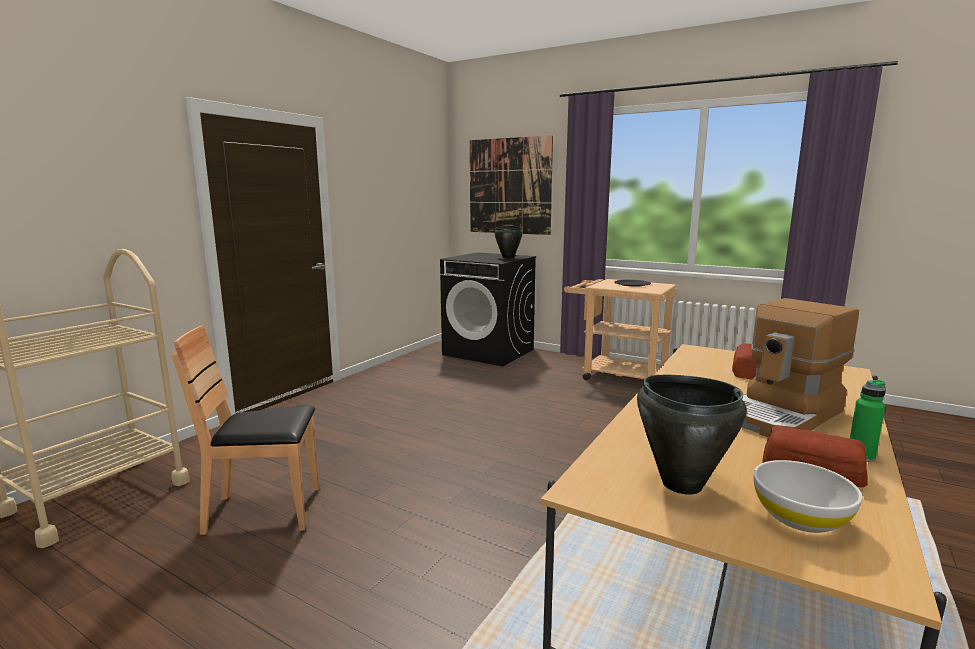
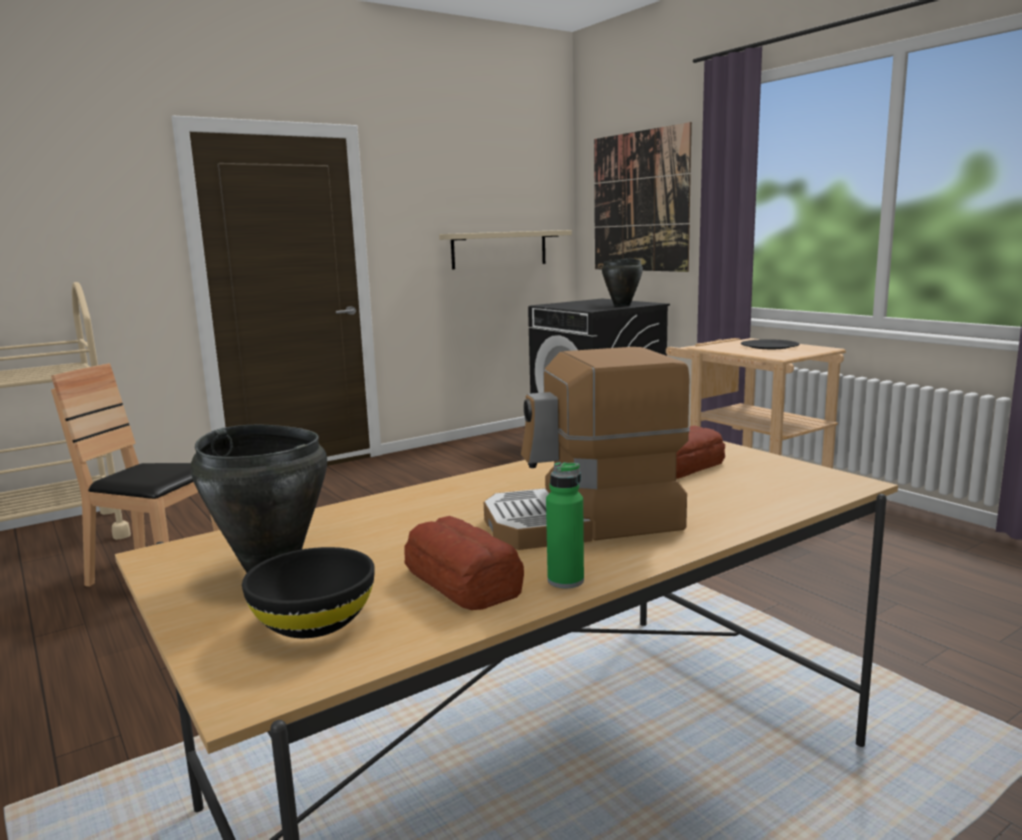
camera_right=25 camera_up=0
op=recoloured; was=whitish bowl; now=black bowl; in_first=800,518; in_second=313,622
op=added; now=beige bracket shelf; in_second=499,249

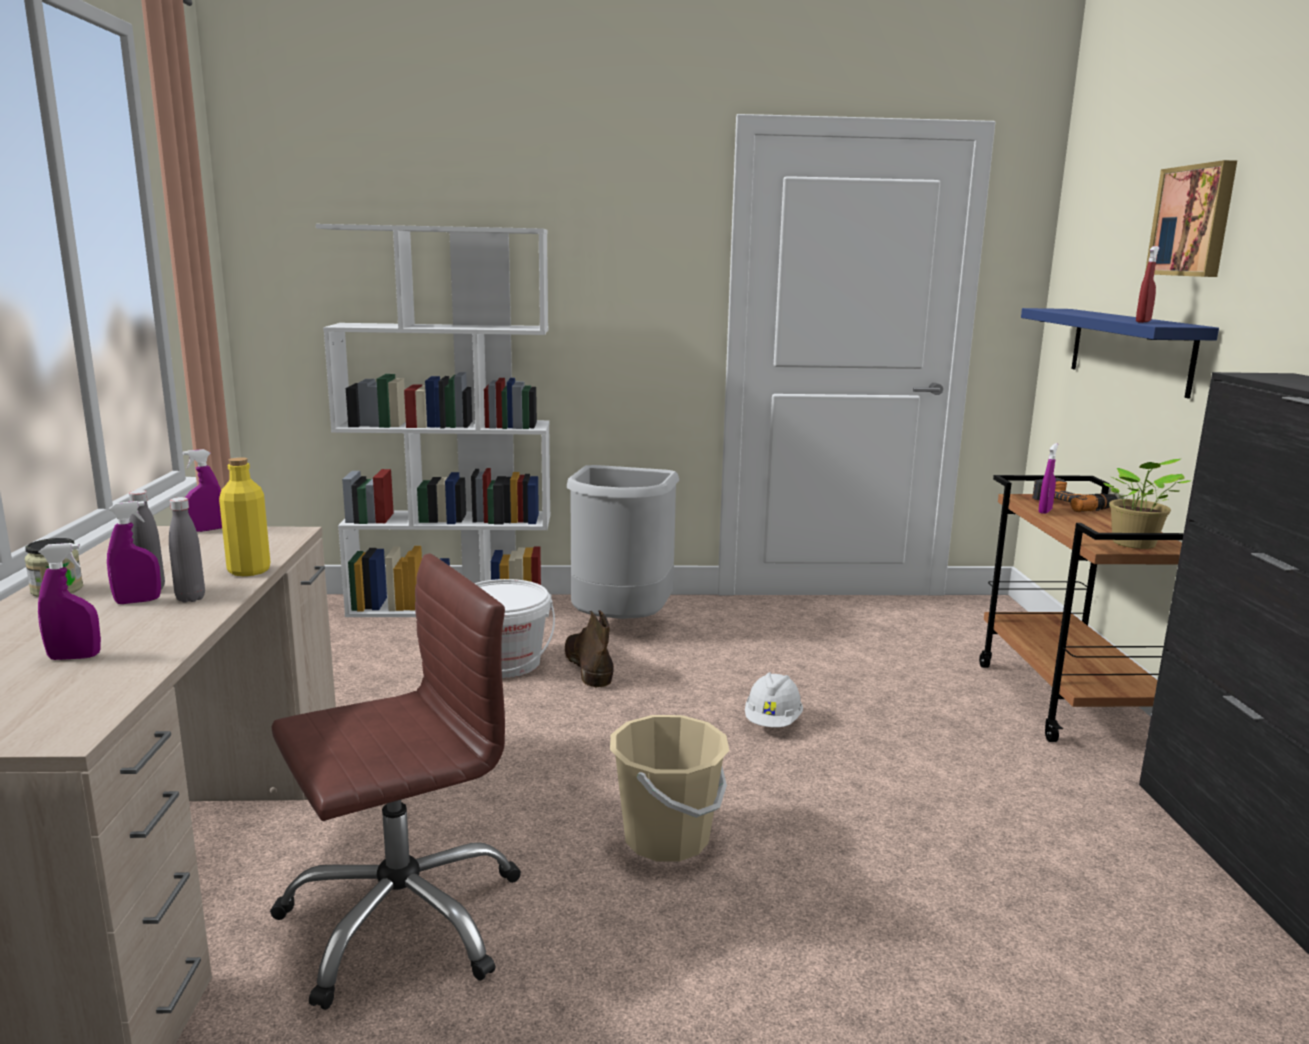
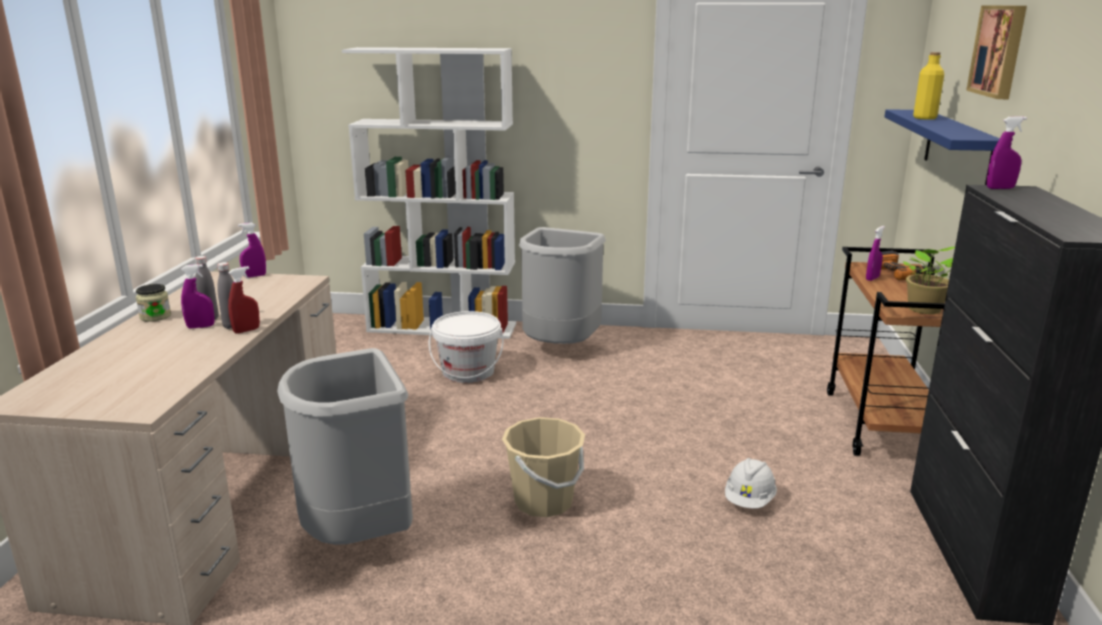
camera_right=10 camera_up=5
op=moved; was=red hand sprayer; in_first=1143,322; in_second=246,330
op=replaced; was=brown-coloured office chair; now=gray trash can; in_first=401,918; in_second=358,537
op=moved; was=whitish safety helmet; in_first=773,722; in_second=749,500
op=moved; was=yellow beverage bottle; in_first=249,570; in_second=924,118
op=moved; was=purple hand sprayer; in_first=74,657; in_second=1000,188
op=removed; was=brown-coloured tall boot; in_first=587,666

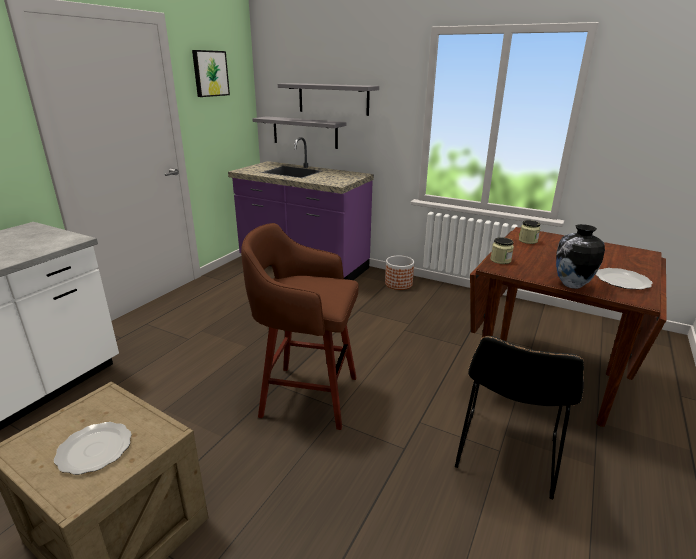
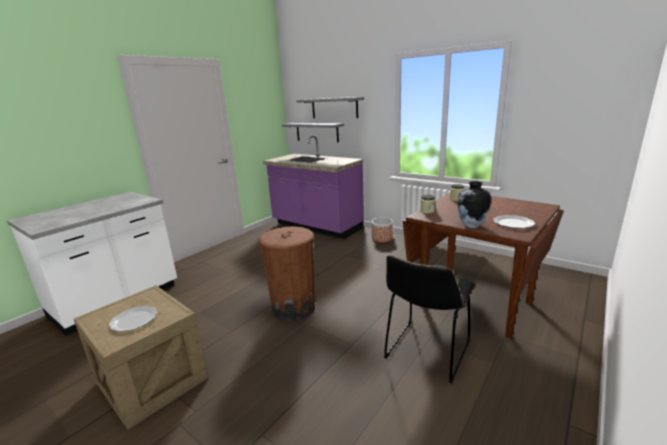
camera_right=10 camera_up=-5
op=replaced; was=brown-coloured stool; now=brown-coloured trash can; in_first=306,395; in_second=293,308
op=removed; was=wall picture; in_first=210,73

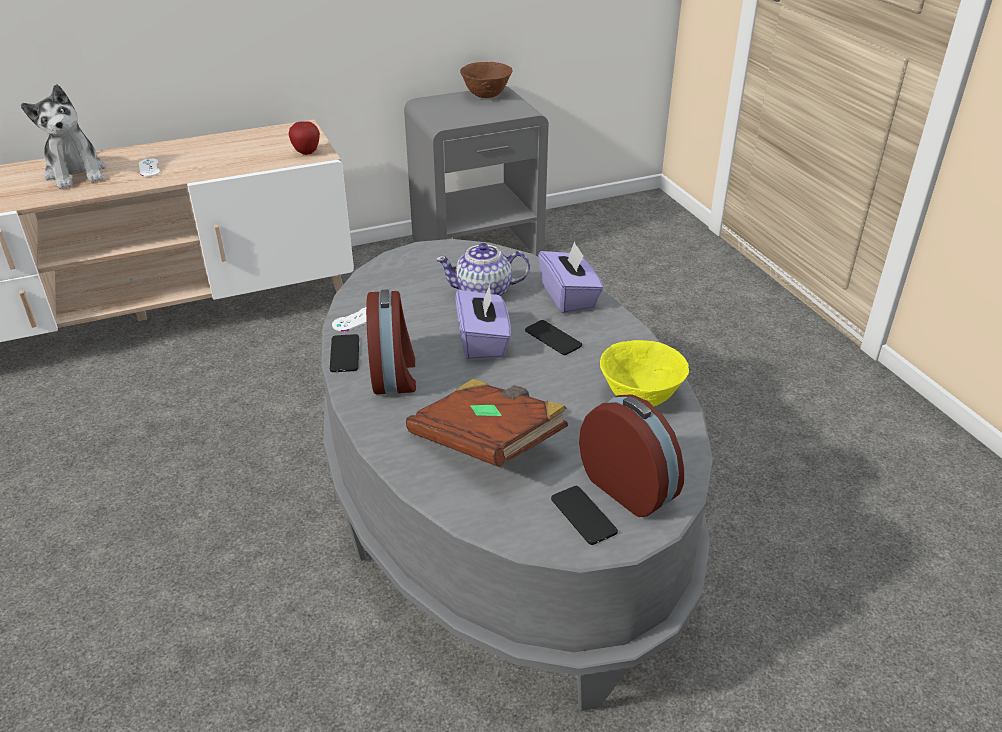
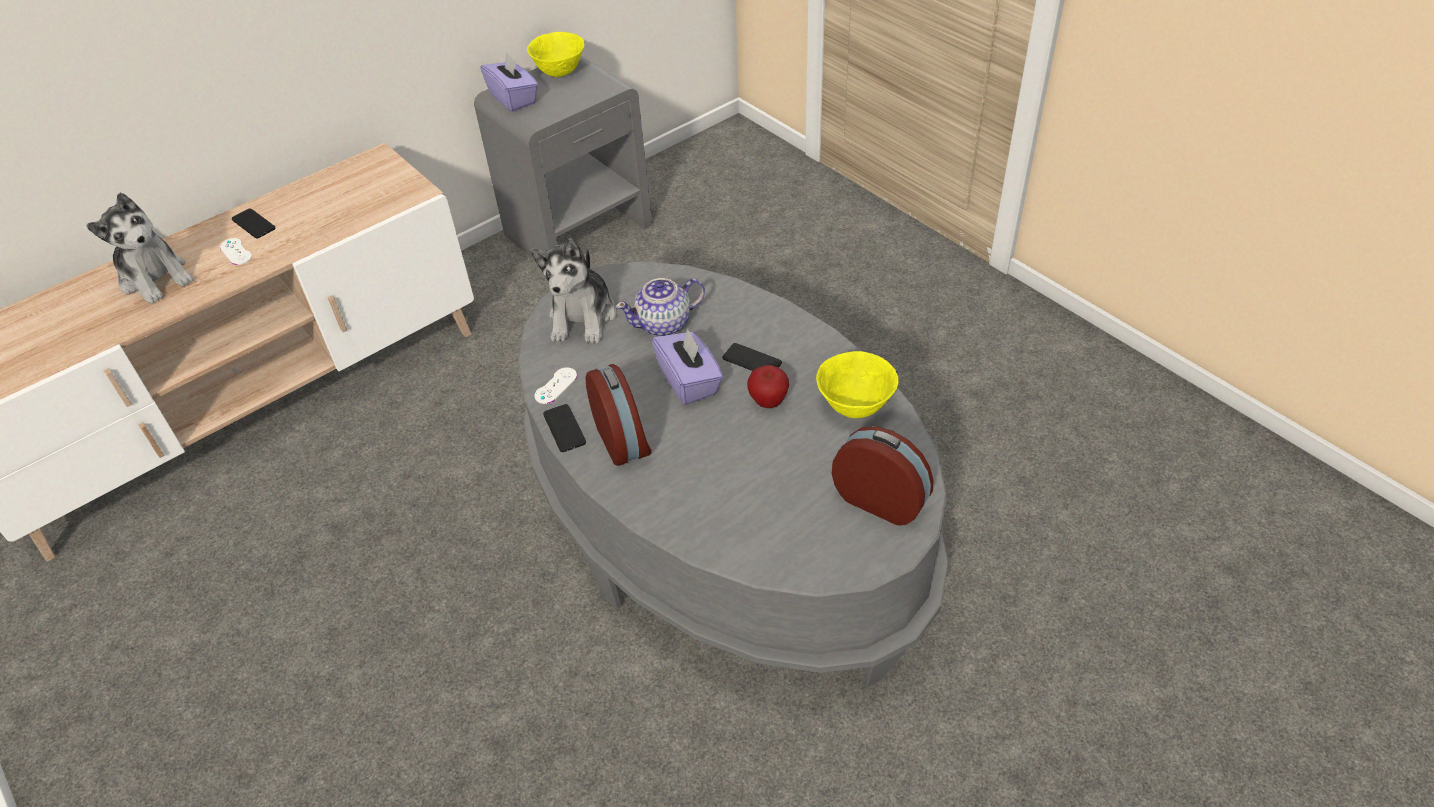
camera_right=-15 camera_up=10
op=moved; was=handset; in_first=583,515; in_second=253,224
op=moved; was=purple box of tissues; in_first=569,297; in_second=514,98
op=recoloured; was=brown-coloured bowl; now=yellow bowl; in_first=486,96; in_second=560,72
op=added; now=plush toy; in_second=583,317
op=moved; was=apple; in_first=306,153; in_second=768,402
op=removed; was=brown-coloured volume; in_first=487,443

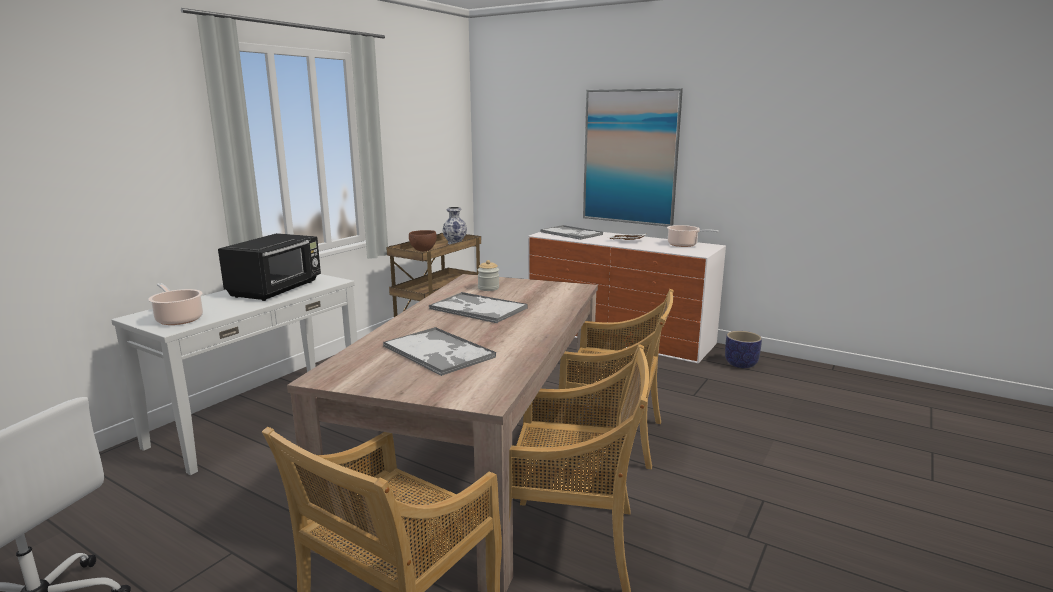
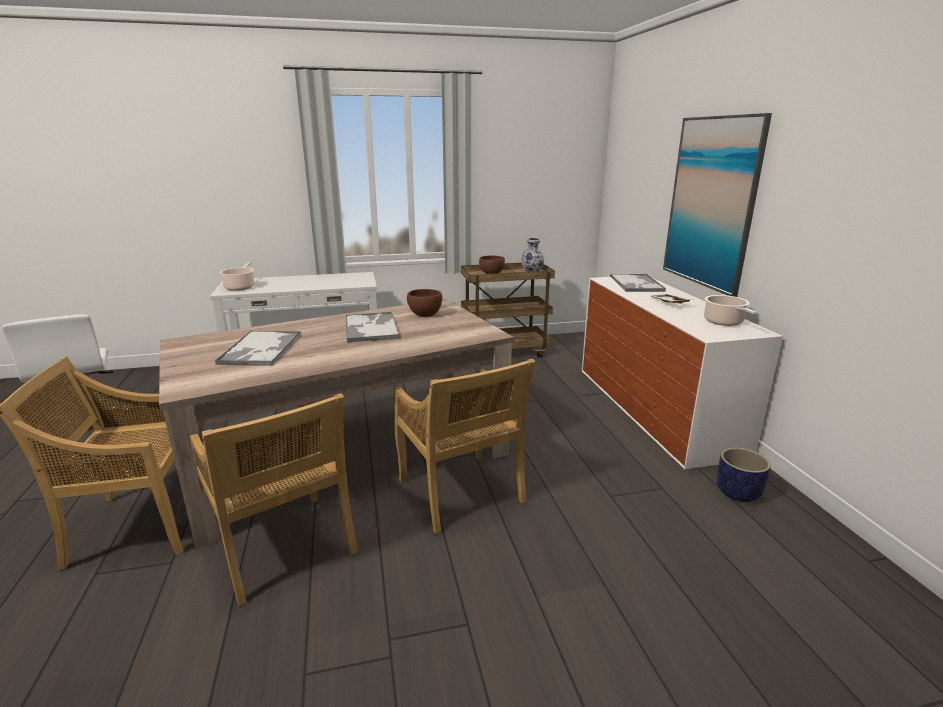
camera_right=45 camera_up=5
op=replaced; was=jar; now=brown-coloured bowl; in_first=488,288; in_second=425,314
op=removed; was=black microwave; in_first=277,289

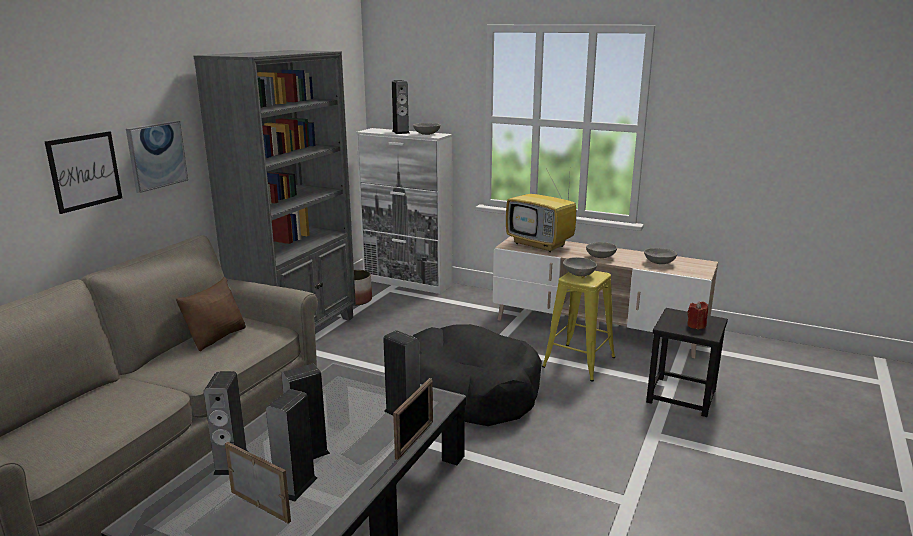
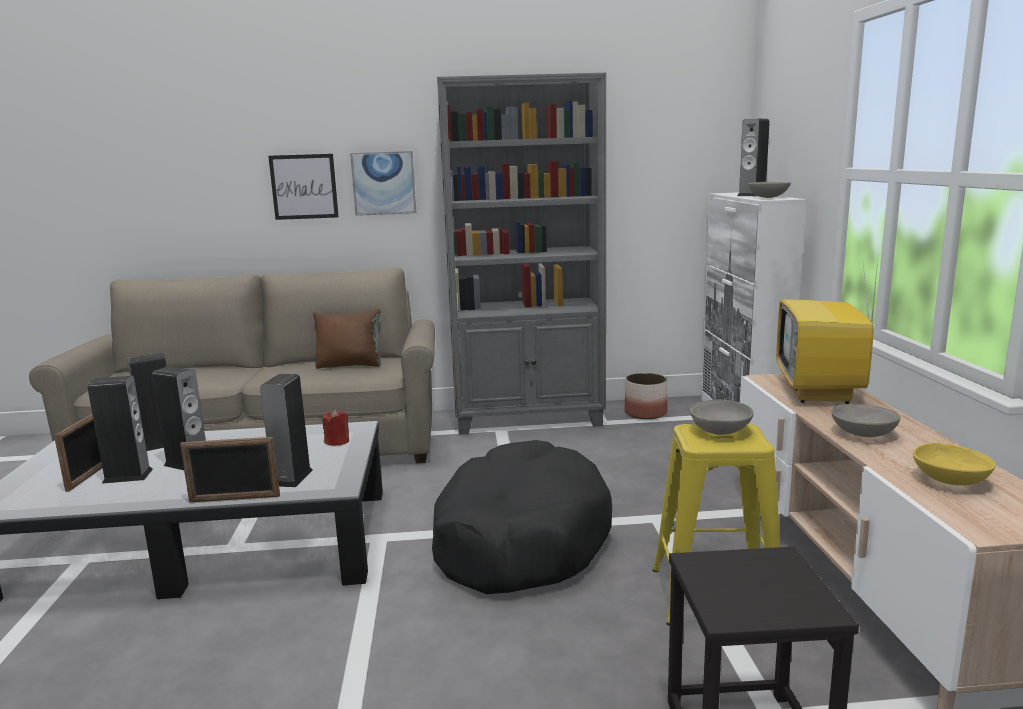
camera_right=60 camera_up=-5
op=moved; was=red wax light; in_first=696,325; in_second=337,442
op=recoloured; was=gray bowl; now=yellow bowl; in_first=659,263; in_second=949,481

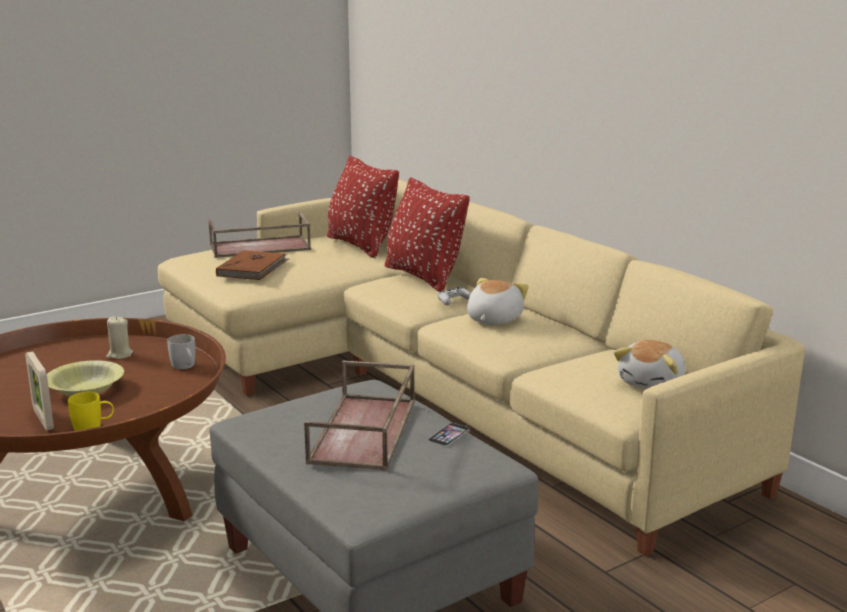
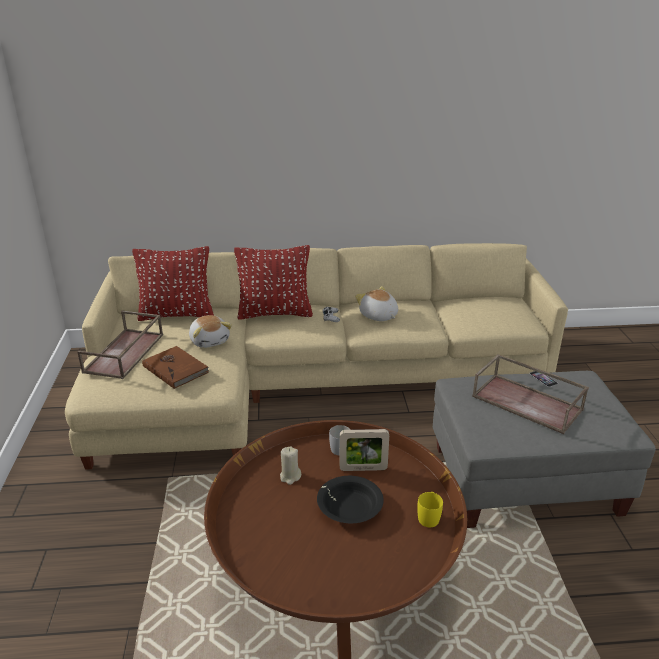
camera_right=-60 camera_up=10
op=moved; was=plush toy; in_first=653,383; in_second=210,340
op=recoloured; was=yellow bowl; now=black bowl; in_first=86,388; in_second=349,507
op=moved; was=photo frame; in_first=43,419; in_second=363,468

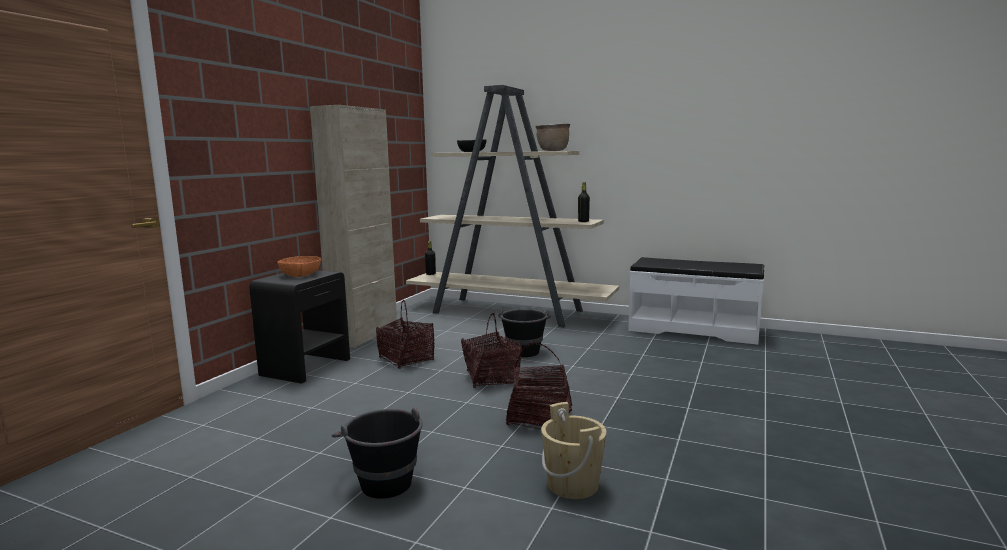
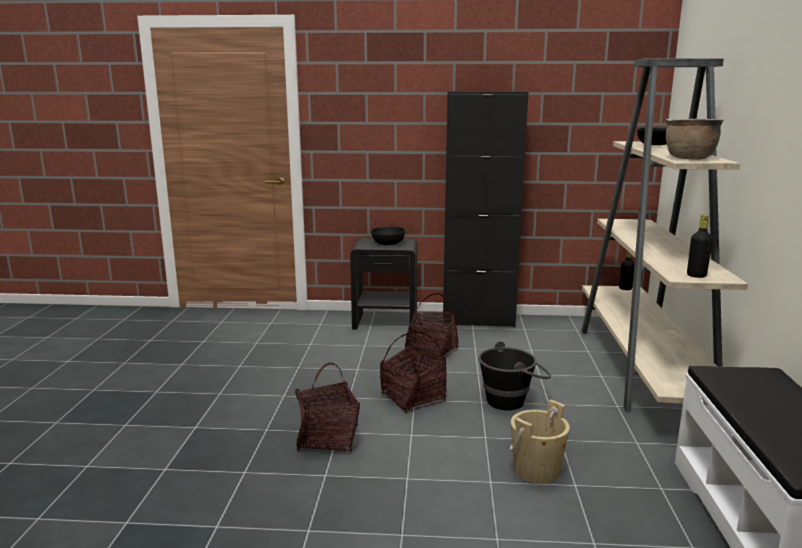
camera_right=70 camera_up=5
op=recoloured; was=orange-coloured bowl; now=black bowl; in_first=300,275; in_second=388,243
op=recoloured; was=beige storage cabinet; now=black storage cabinet; in_first=364,335; in_second=478,320
op=moved; was=beige pail; in_first=573,485; in_second=536,471
op=removed; was=black pail; in_first=382,479

